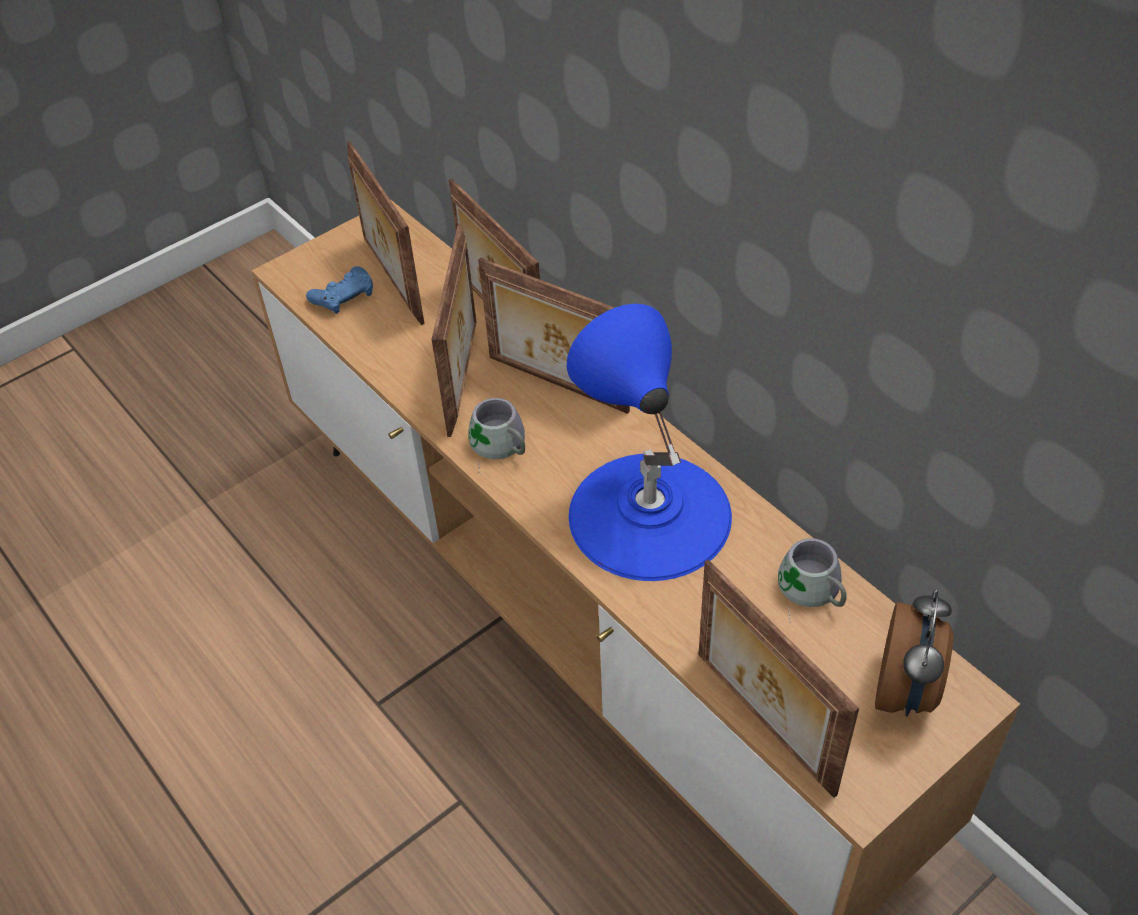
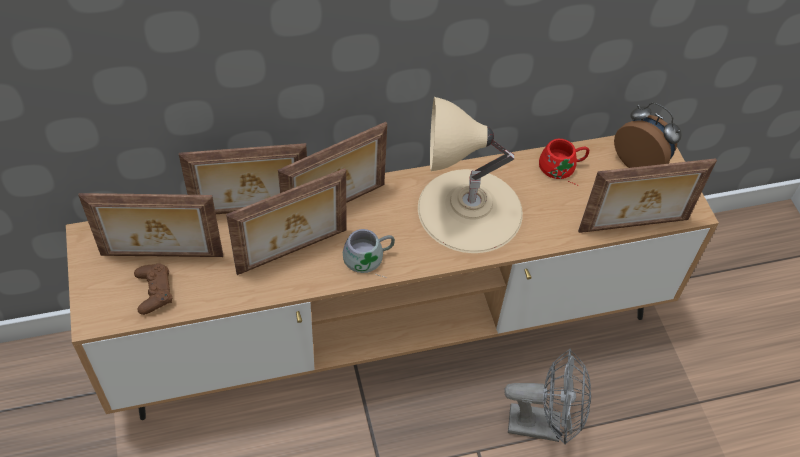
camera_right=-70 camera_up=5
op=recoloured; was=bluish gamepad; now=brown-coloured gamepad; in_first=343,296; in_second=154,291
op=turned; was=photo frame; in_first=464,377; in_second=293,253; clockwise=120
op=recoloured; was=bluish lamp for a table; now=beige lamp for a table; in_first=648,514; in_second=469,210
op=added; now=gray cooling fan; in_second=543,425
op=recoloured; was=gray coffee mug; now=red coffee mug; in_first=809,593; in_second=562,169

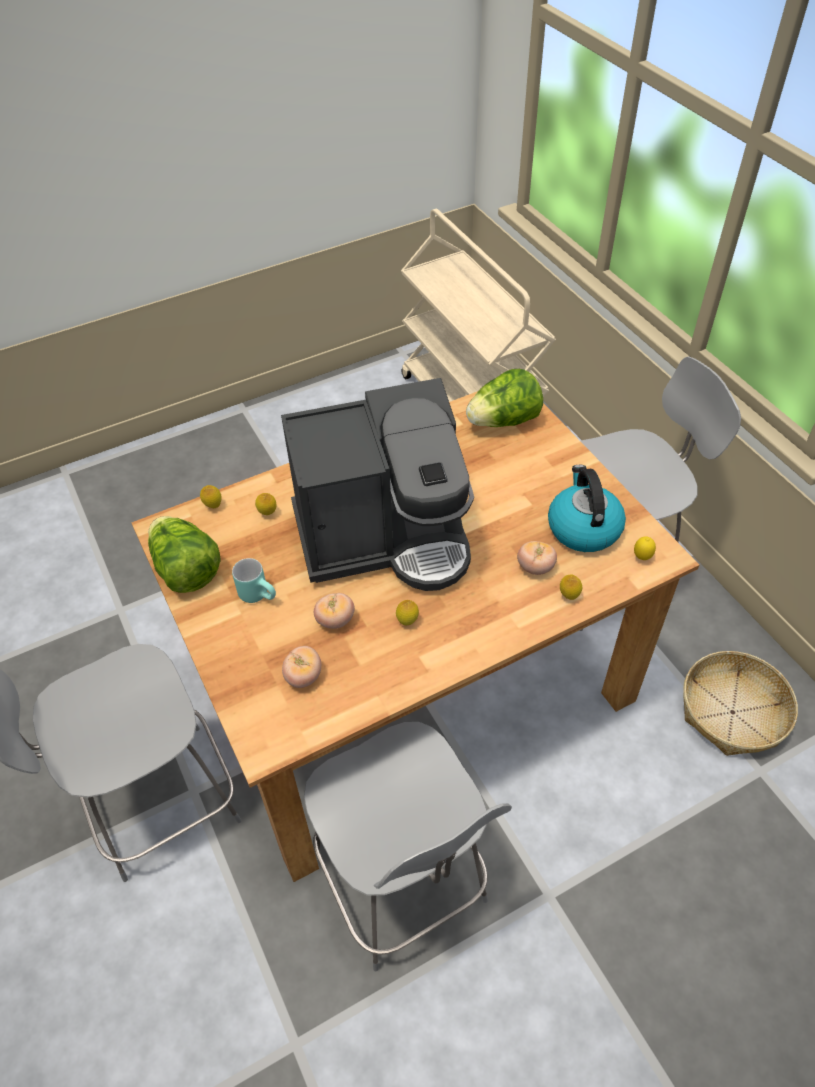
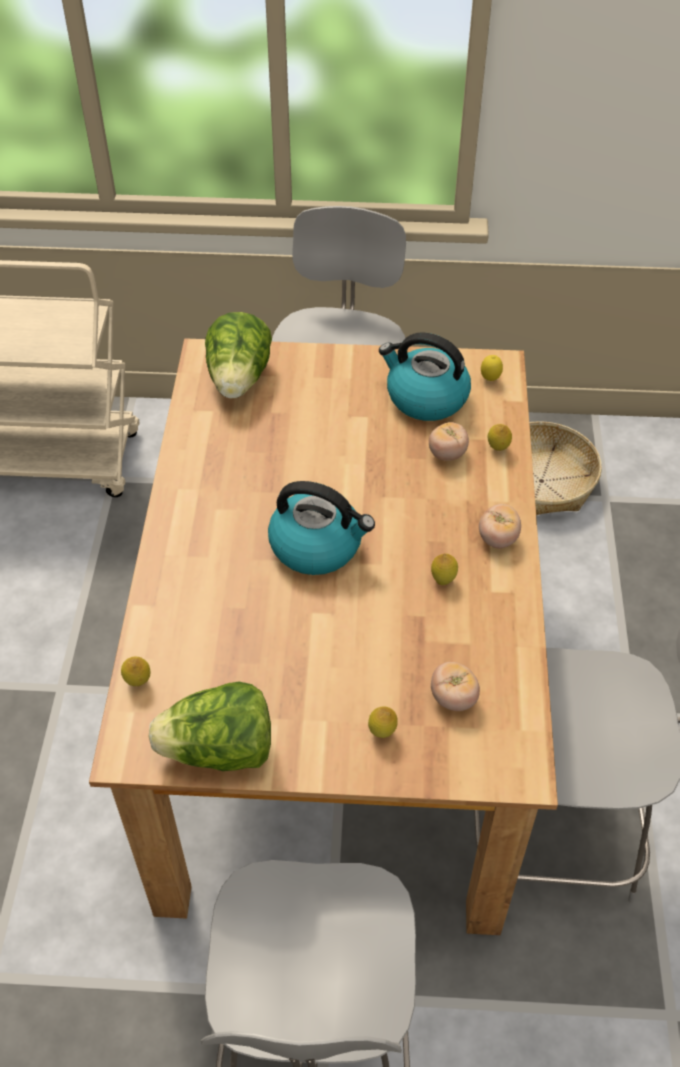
camera_right=-60 camera_up=0
op=replaced; was=coffee maker; now=water kettle; in_first=385,536; in_second=317,546
op=moved; was=whole lemon; in_first=268,513; in_second=382,733
op=moved; was=fresh tomato; in_first=335,620; in_second=497,539
op=removed; was=blue-green coffee mug; in_first=260,594

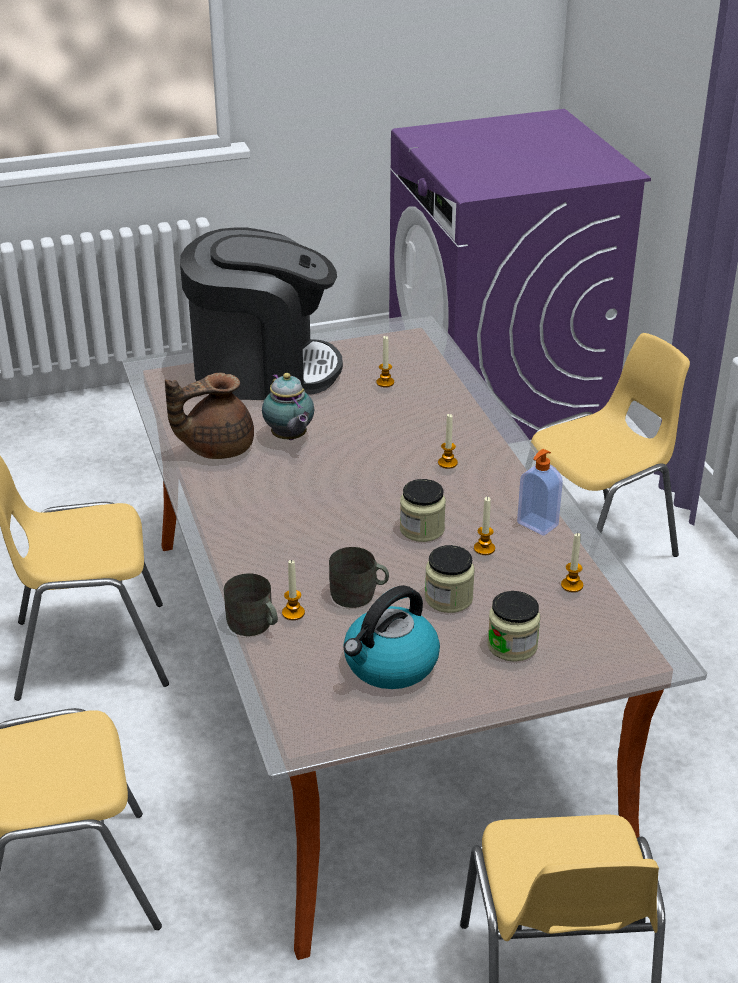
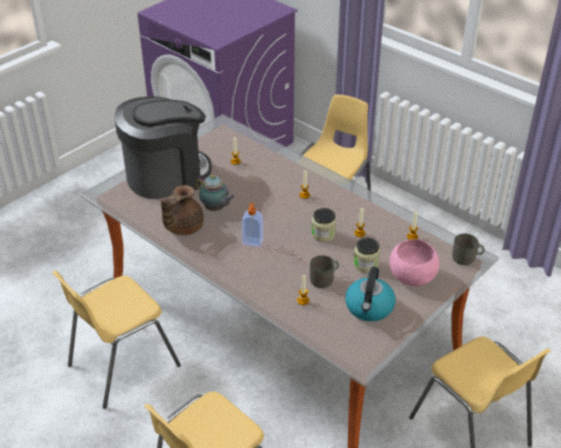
camera_right=-30 camera_up=5
op=moved; was=soap dispenser; in_first=536,525; in_second=252,242
op=replaced; was=jar; now=pinkish bowl; in_first=512,645; in_second=412,276
op=moved; was=gray coffee mug; in_first=254,625; in_second=466,258

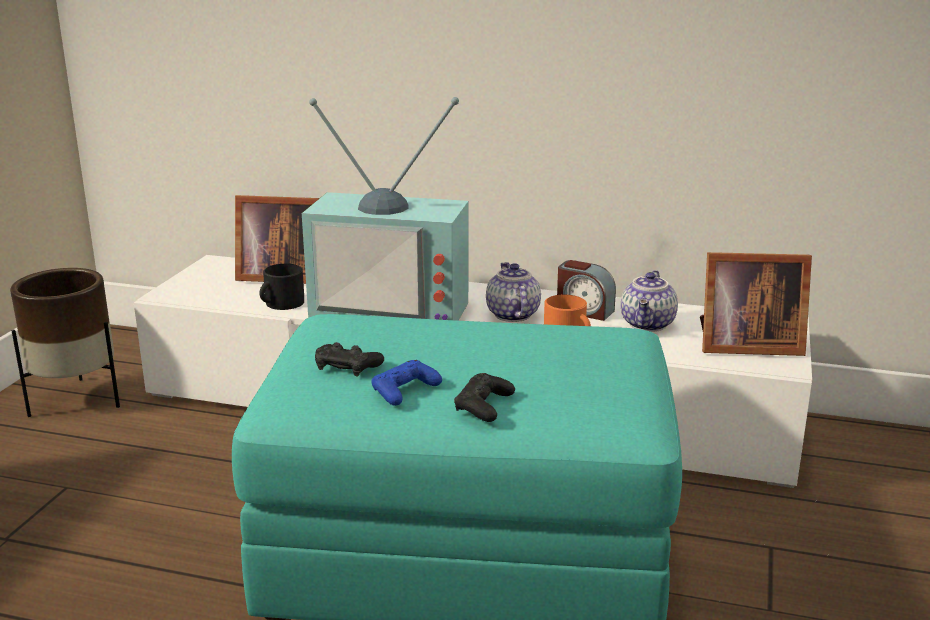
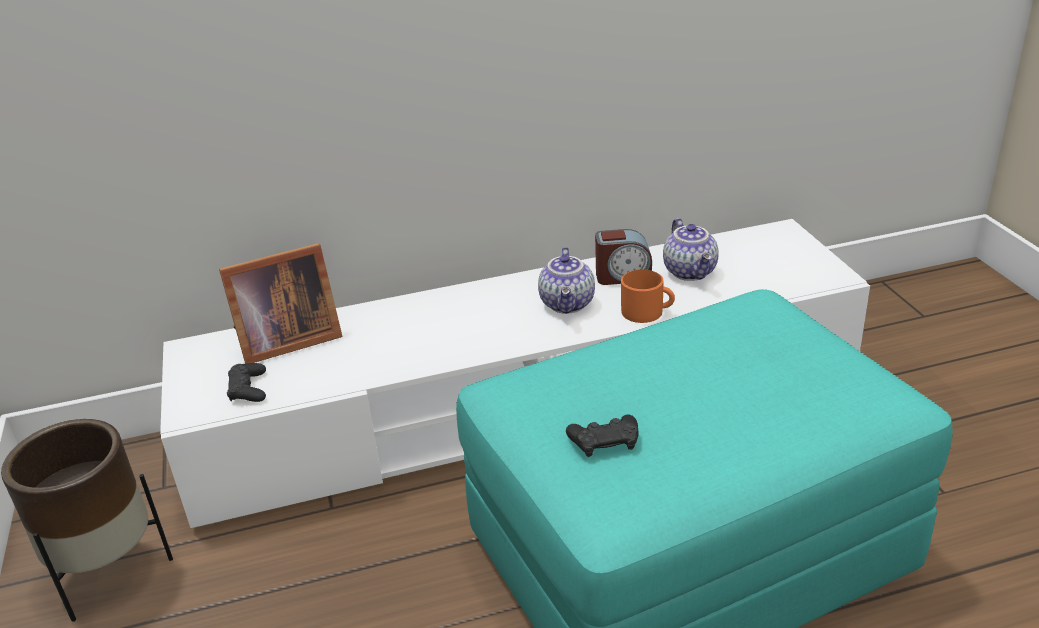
camera_right=-30 camera_up=10
op=moved; was=black gamepad; in_first=484,405; in_second=248,389
op=turned; was=pot for tea; in_first=511,315; in_second=568,304; clockwise=-135
op=removed; was=black coffee mug; in_first=281,304
op=removed; was=television; in_first=394,307
op=removed; was=bluish gamepad; in_first=404,390
op=removed; was=photo frame; in_first=744,345

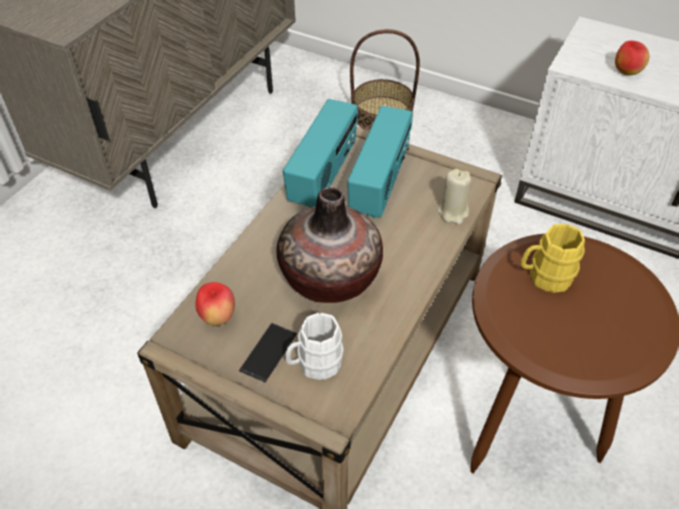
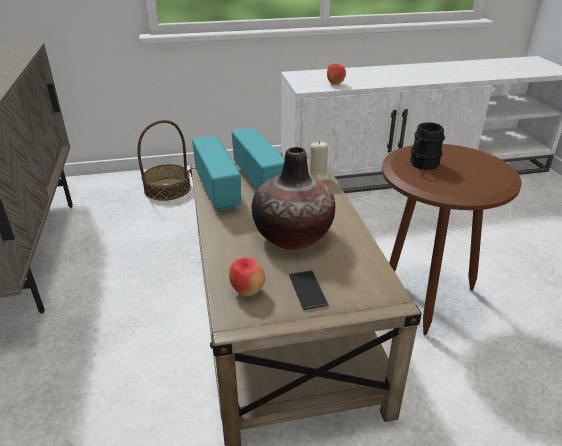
camera_right=-40 camera_up=-15
op=recoloured; was=yellow coffee mug; now=black coffee mug; in_first=544,277; in_second=422,164
op=removed; was=whitish coffee mug; in_first=314,364

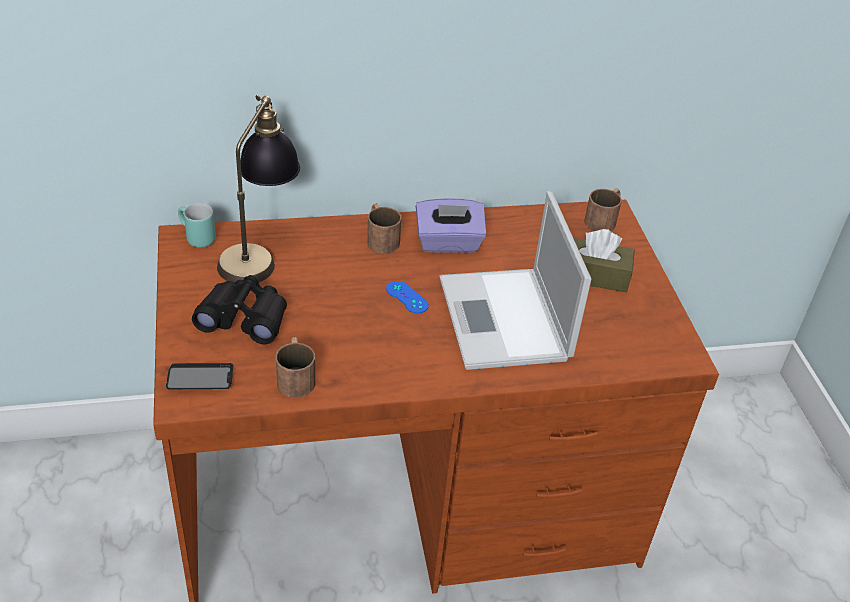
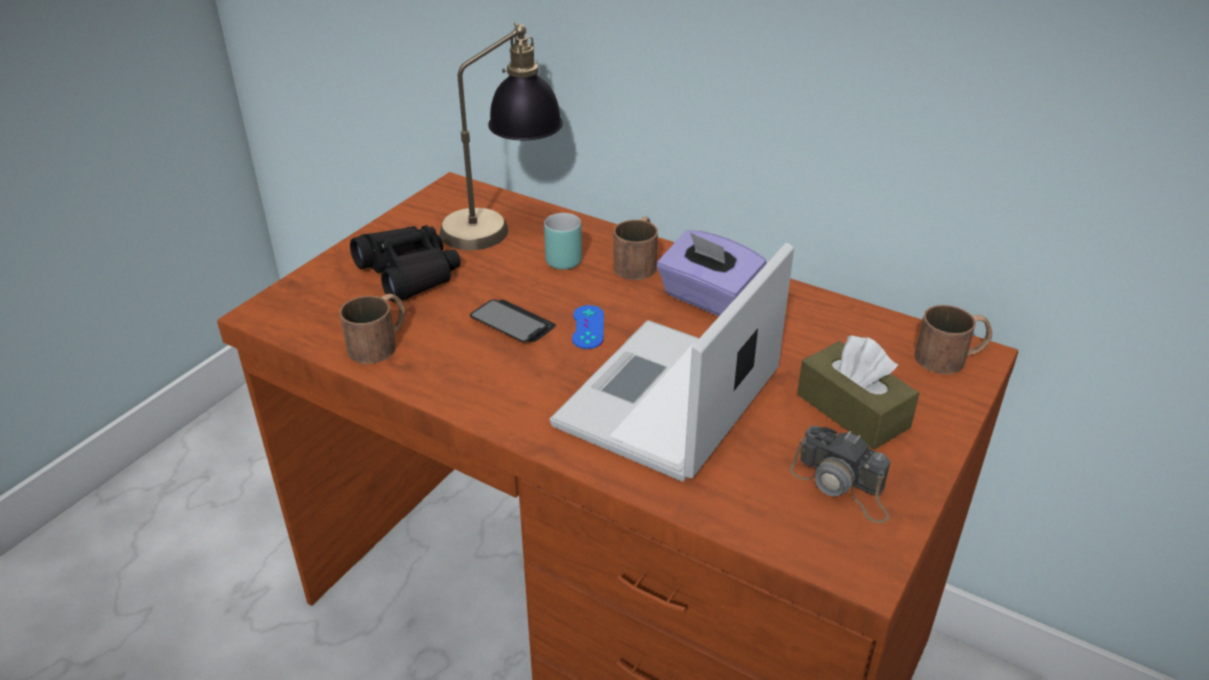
camera_right=45 camera_up=-5
op=moved; was=handset; in_first=200,378; in_second=512,323
op=moved; was=blue-green coffee mug; in_first=195,238; in_second=559,257
op=added; now=photo camera; in_second=842,486

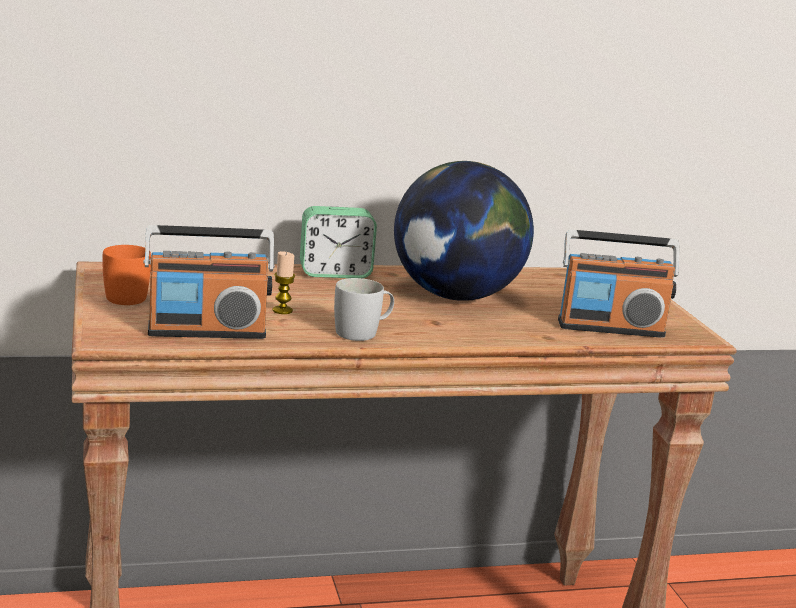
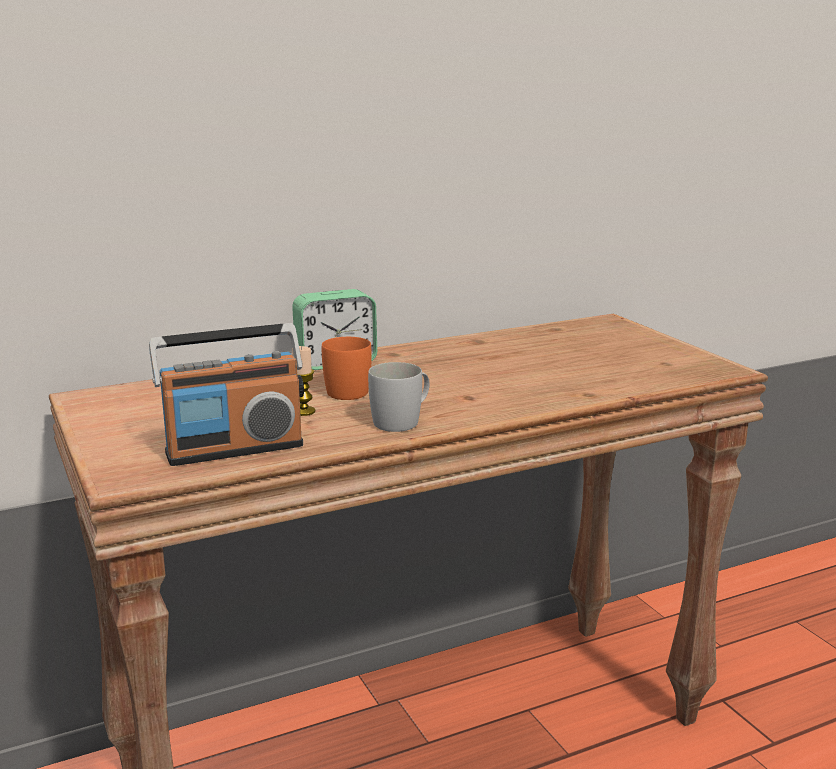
camera_right=-10 camera_up=0
op=moved; was=orange-coloured coffee mug; in_first=127,295; in_second=345,390
op=removed; was=world globe; in_first=456,296
op=removed; was=radio receiver; in_first=610,328

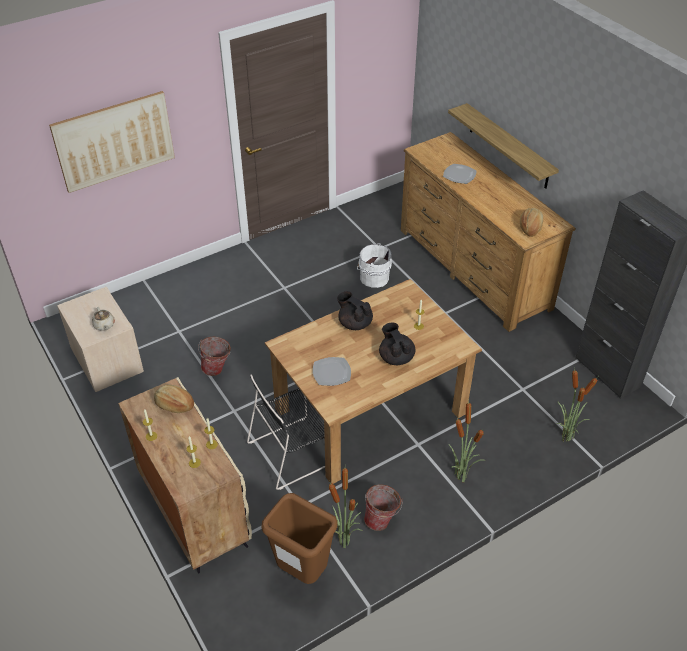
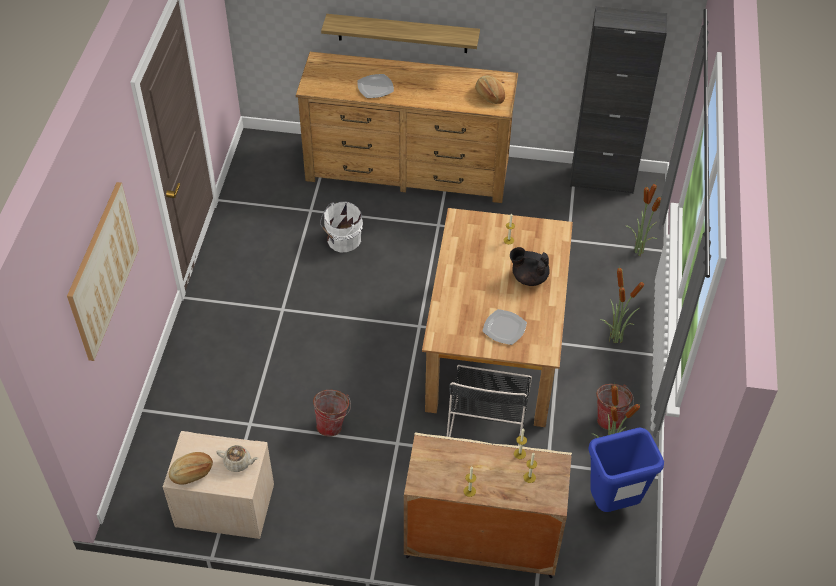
camera_right=-50 camera_up=5
op=moved; was=bread; in_first=174,404; in_second=192,473
op=recoloured; was=brown-coloured trash can; now=bluish trash can; in_first=302,571; in_second=612,503
op=removed; was=black pot for tea; in_first=354,323

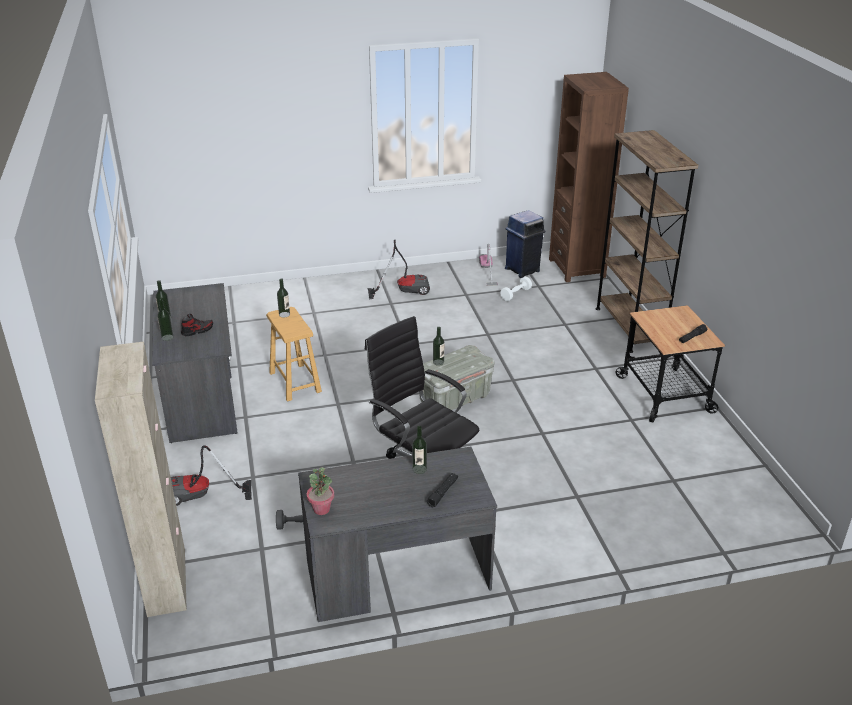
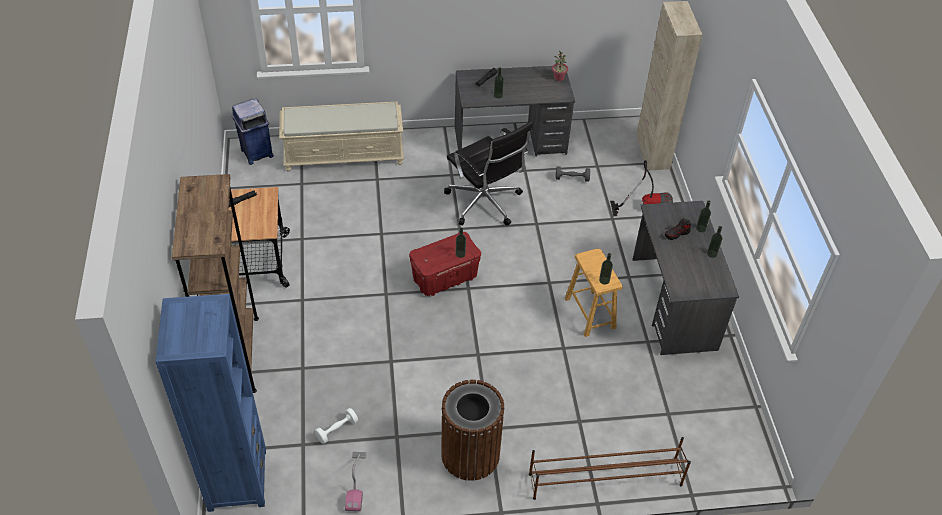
camera_right=-175 camera_up=15
op=recoloured; was=brown-coloured bookcase; now=bluish bookcase; in_first=577,268; in_second=237,479
op=moved; was=bluish trash can; in_first=522,270; in_second=256,153
op=added; now=beige indoor bench; in_second=344,154
op=recoloured; was=gray storage bin; now=red storage bin; in_first=454,398; in_second=445,277
op=replaced; was=hoover; now=brown-coloured trash can; in_first=404,290; in_second=470,454
op=added; now=brown-coloured shoe stand; in_second=604,479

